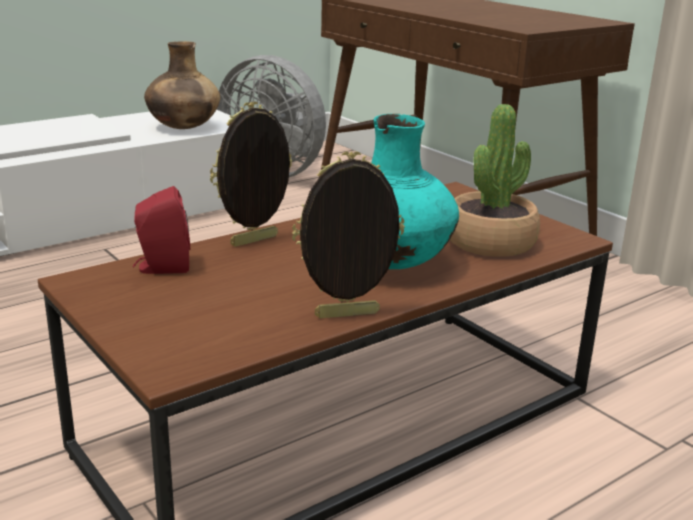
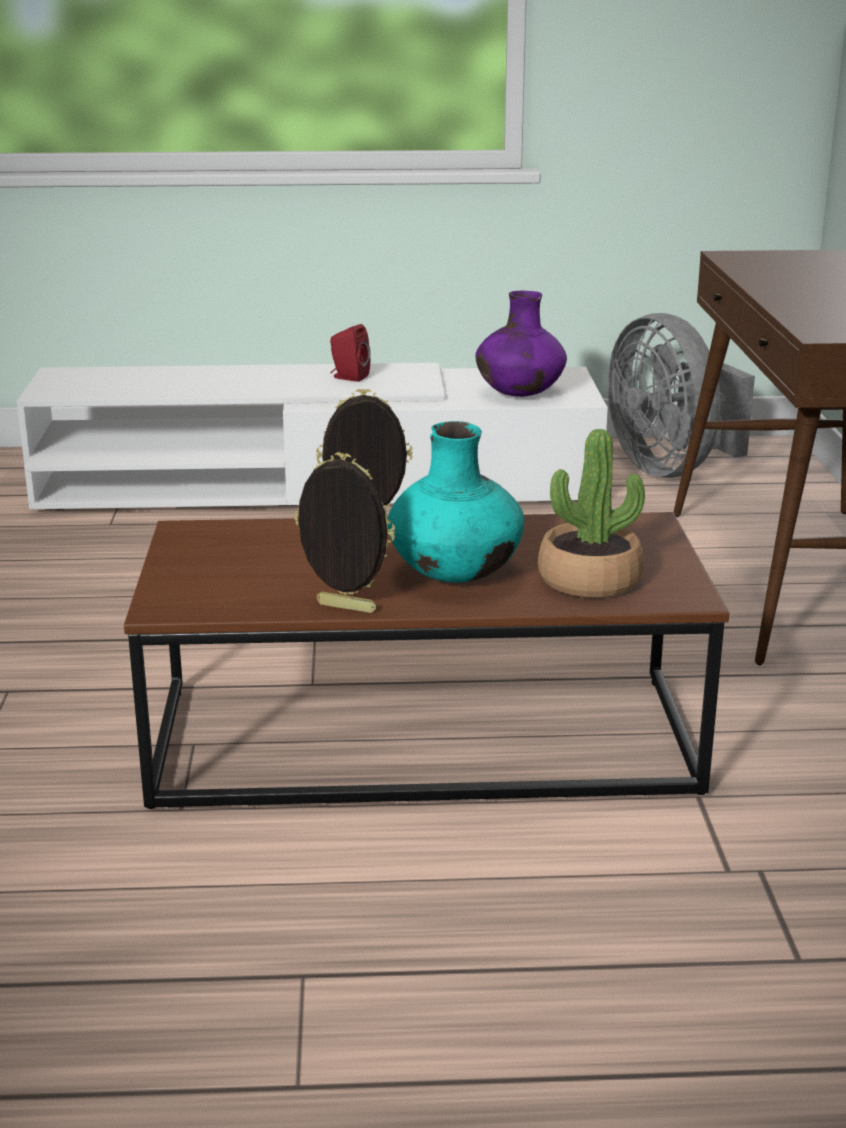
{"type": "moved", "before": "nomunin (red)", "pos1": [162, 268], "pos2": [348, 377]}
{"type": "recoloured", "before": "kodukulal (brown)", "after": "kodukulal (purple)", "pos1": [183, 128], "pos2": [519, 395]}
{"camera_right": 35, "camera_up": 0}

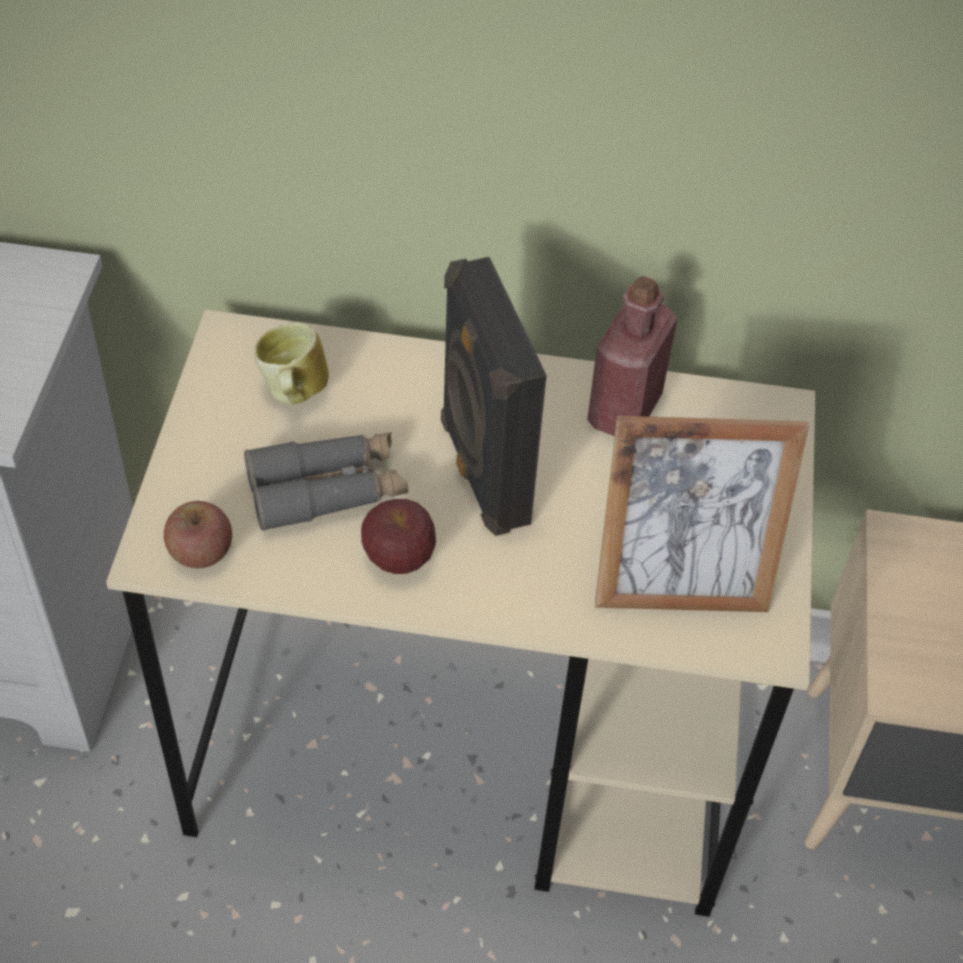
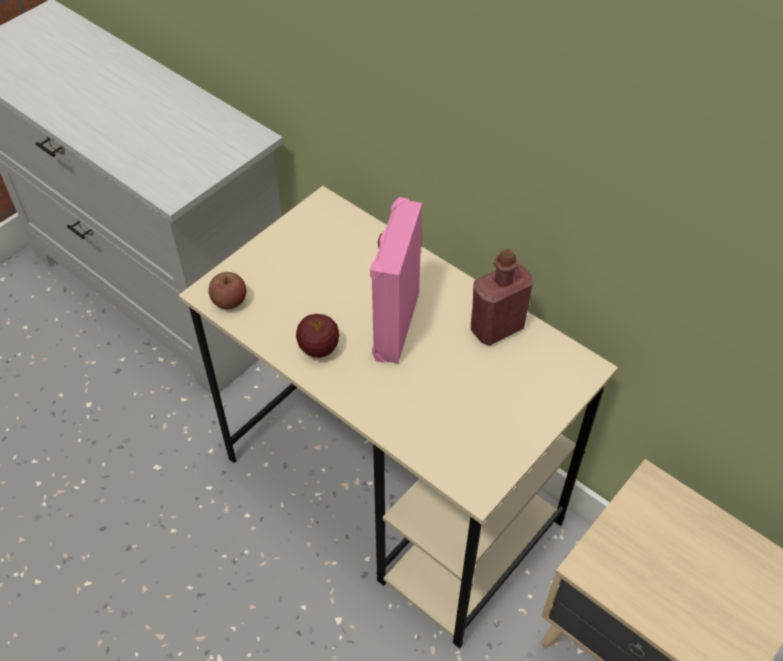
{"type": "recoloured", "before": "nomunin (black)", "after": "nomunin (pink)", "pos1": [481, 472], "pos2": [394, 325]}
{"type": "removed", "before": "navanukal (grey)", "pos1": [327, 490]}
{"type": "removed", "before": "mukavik", "pos1": [292, 394]}
{"type": "removed", "before": "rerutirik", "pos1": [680, 588]}
{"camera_right": 35, "camera_up": 0}

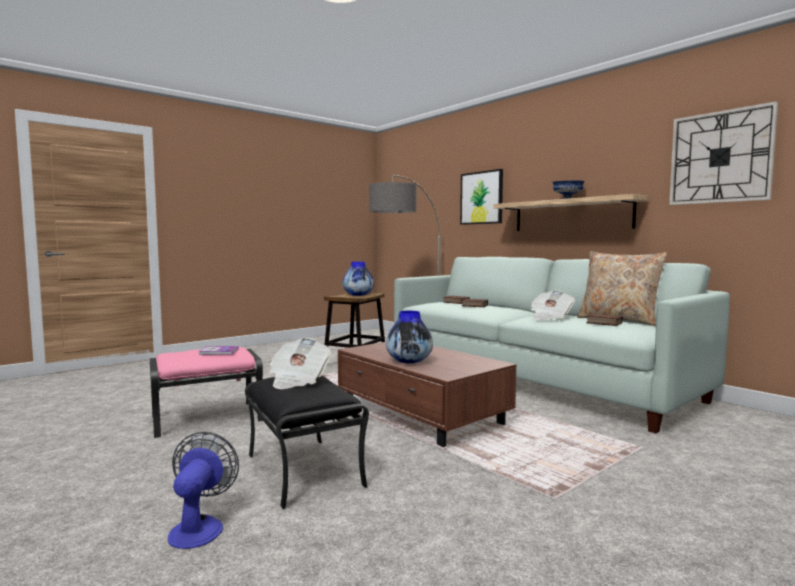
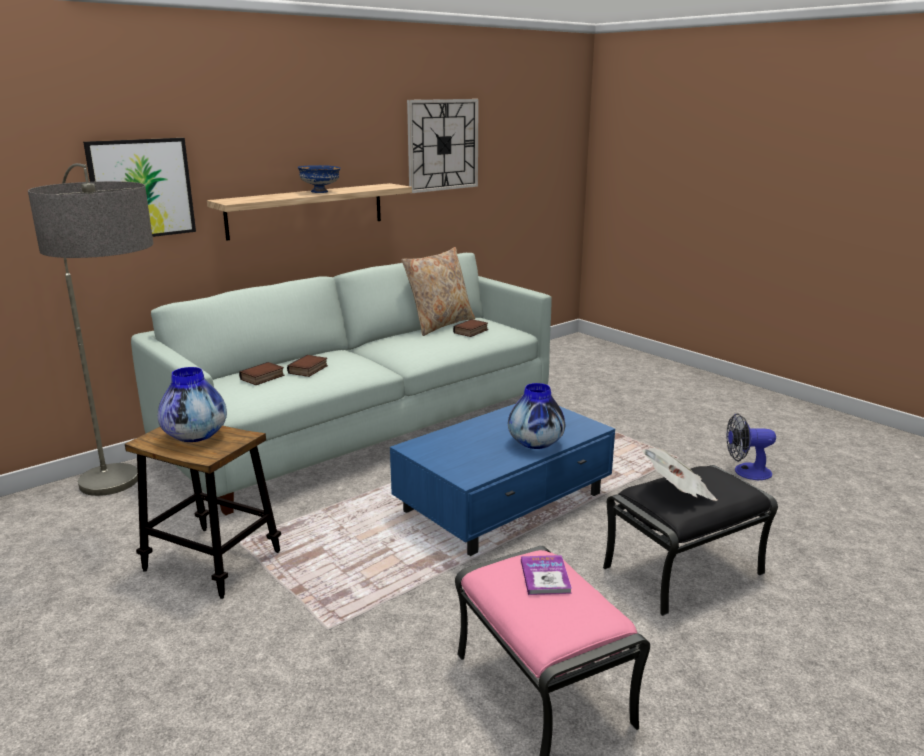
{"type": "recoloured", "before": "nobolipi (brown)", "after": "nobolipi (blue)", "pos1": [421, 415], "pos2": [505, 502]}
{"type": "moved", "before": "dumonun", "pos1": [199, 527], "pos2": [746, 472]}
{"type": "removed", "before": "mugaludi", "pos1": [550, 317]}
{"camera_right": -90, "camera_up": 15}

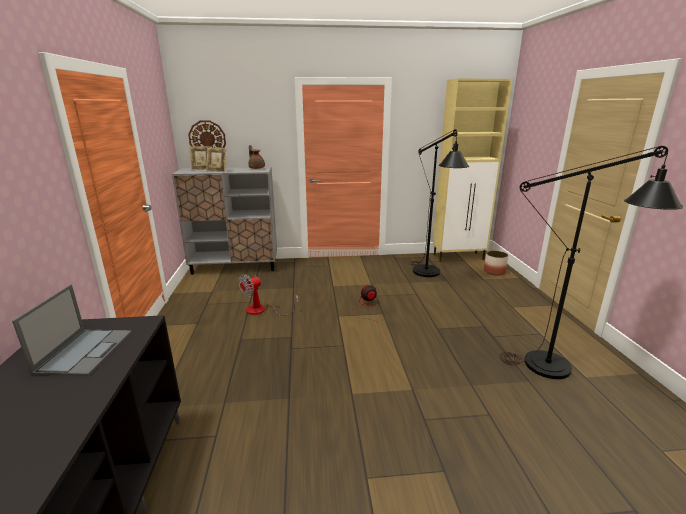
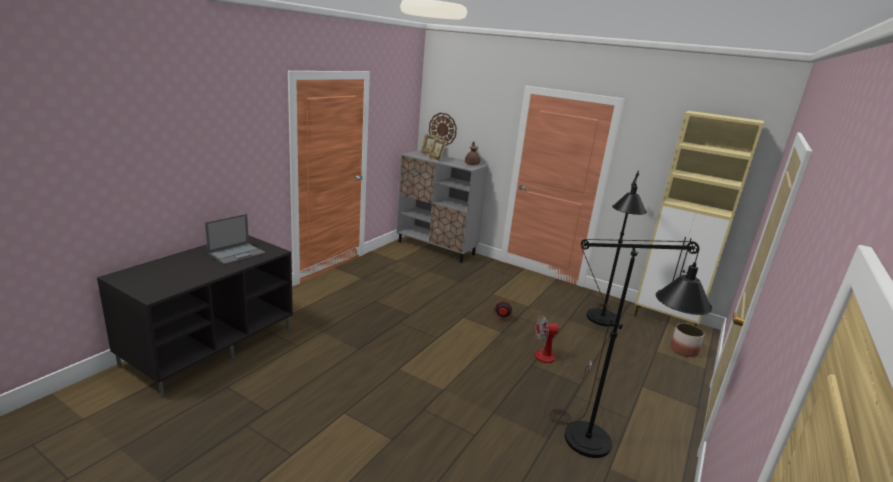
{"type": "moved", "before": "dumonun", "pos1": [262, 310], "pos2": [551, 361]}
{"camera_right": 35, "camera_up": 0}

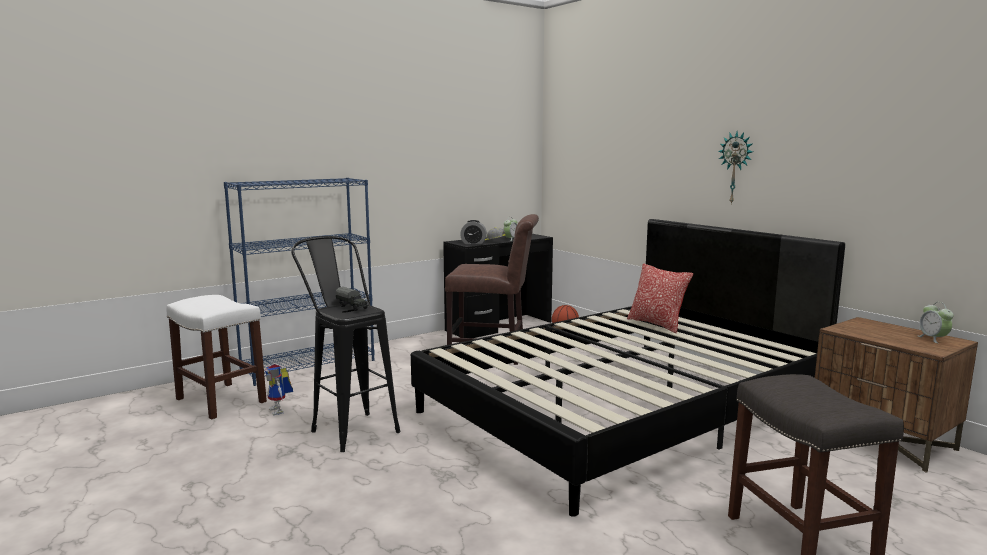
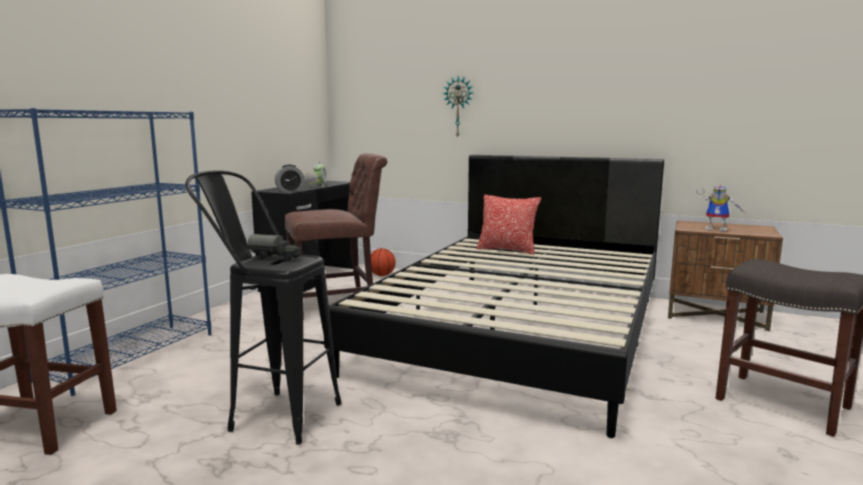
{"type": "moved", "before": "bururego", "pos1": [736, 167], "pos2": [458, 107]}
{"type": "moved", "before": "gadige", "pos1": [280, 411], "pos2": [718, 229]}
{"type": "removed", "before": "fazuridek", "pos1": [933, 339]}
{"camera_right": -30, "camera_up": 0}

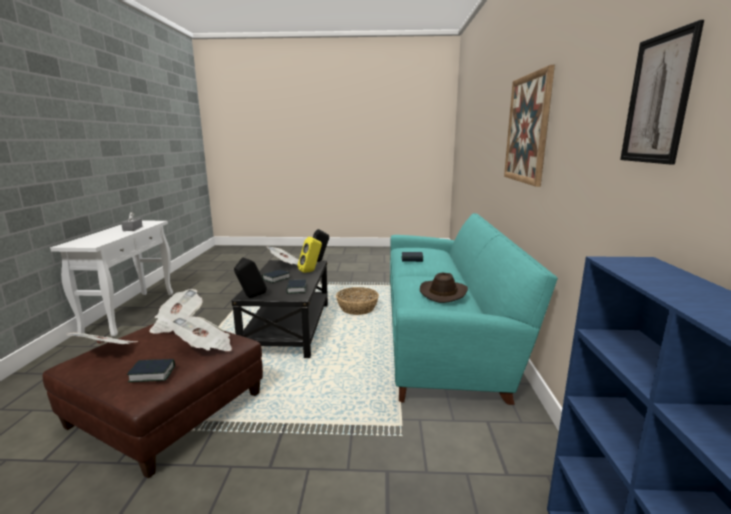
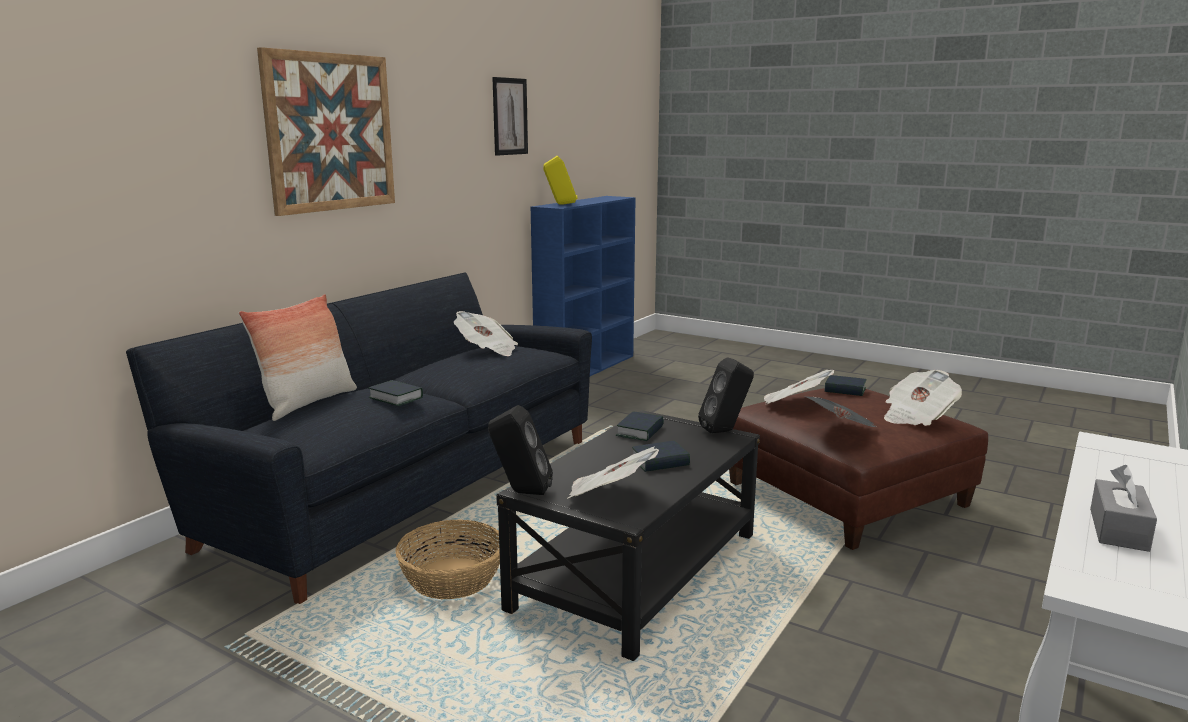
{"type": "recoloured", "before": "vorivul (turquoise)", "after": "vorivul (black)", "pos1": [443, 334], "pos2": [403, 487]}
{"type": "added", "after": "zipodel", "pos2": [307, 403]}
{"type": "replaced", "before": "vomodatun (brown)", "after": "mugaludi", "pos1": [443, 293], "pos2": [487, 350]}
{"type": "moved", "before": "nomunin (yellow)", "pos1": [311, 271], "pos2": [560, 204]}
{"camera_right": -150, "camera_up": 0}

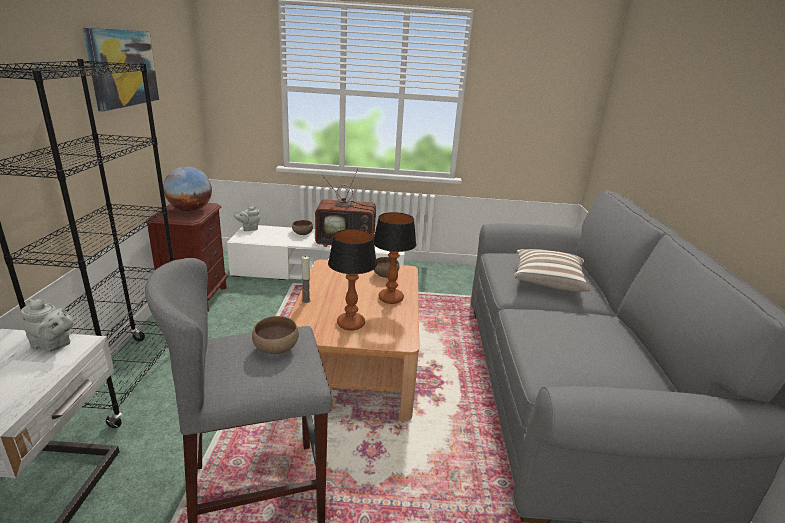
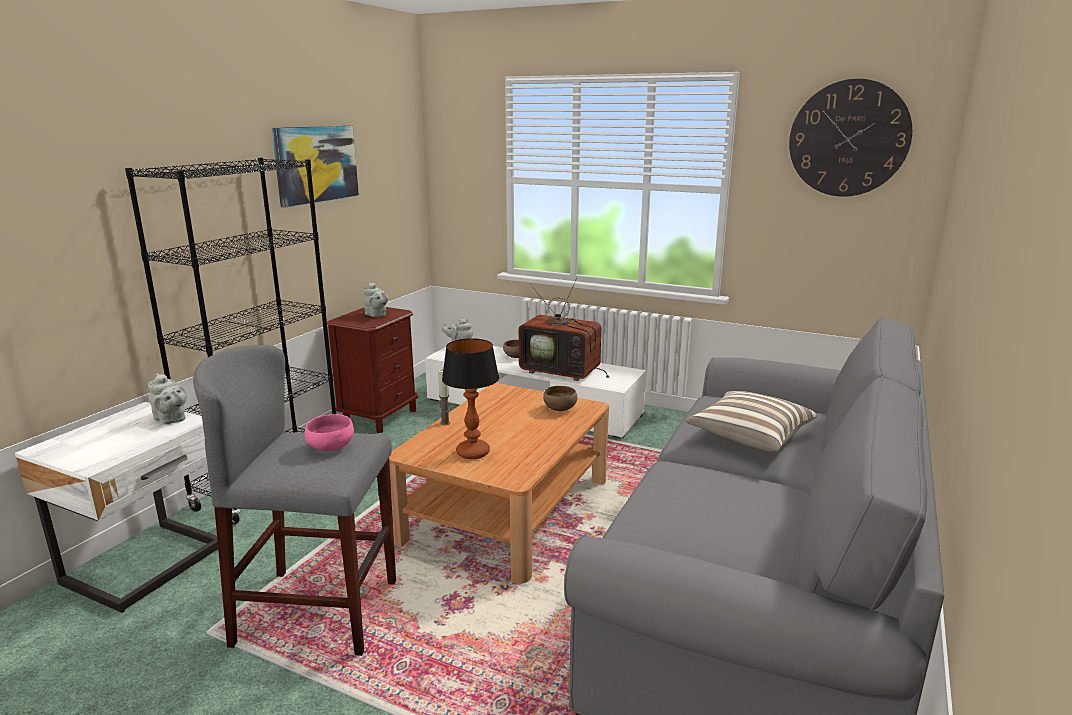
{"type": "recoloured", "before": "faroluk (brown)", "after": "faroluk (pink)", "pos1": [277, 349], "pos2": [331, 448]}
{"type": "replaced", "before": "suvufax", "after": "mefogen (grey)", "pos1": [190, 210], "pos2": [376, 315]}
{"type": "added", "after": "bururego", "pos2": [848, 138]}
{"type": "removed", "before": "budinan", "pos1": [390, 298]}
{"camera_right": 25, "camera_up": -5}

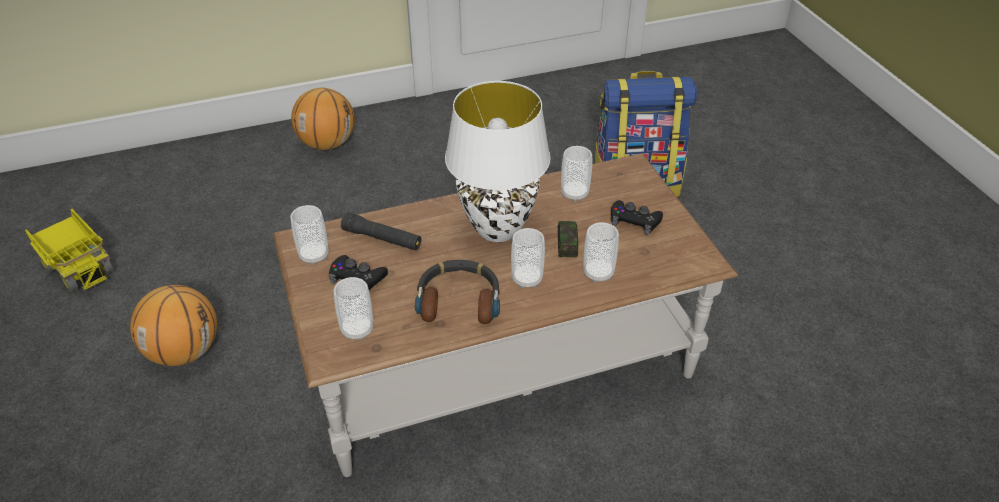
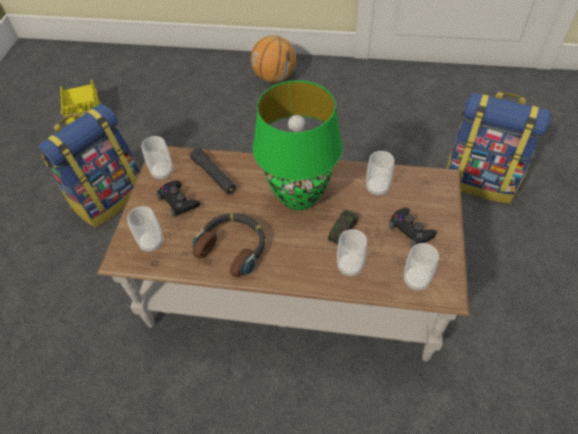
{"type": "replaced", "before": "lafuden", "after": "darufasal", "pos1": [184, 351], "pos2": [109, 197]}
{"type": "recoloured", "before": "budinan (white)", "after": "budinan (green)", "pos1": [498, 228], "pos2": [299, 197]}
{"type": "moved", "before": "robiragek", "pos1": [527, 279], "pos2": [416, 280]}
{"camera_right": 30, "camera_up": 10}

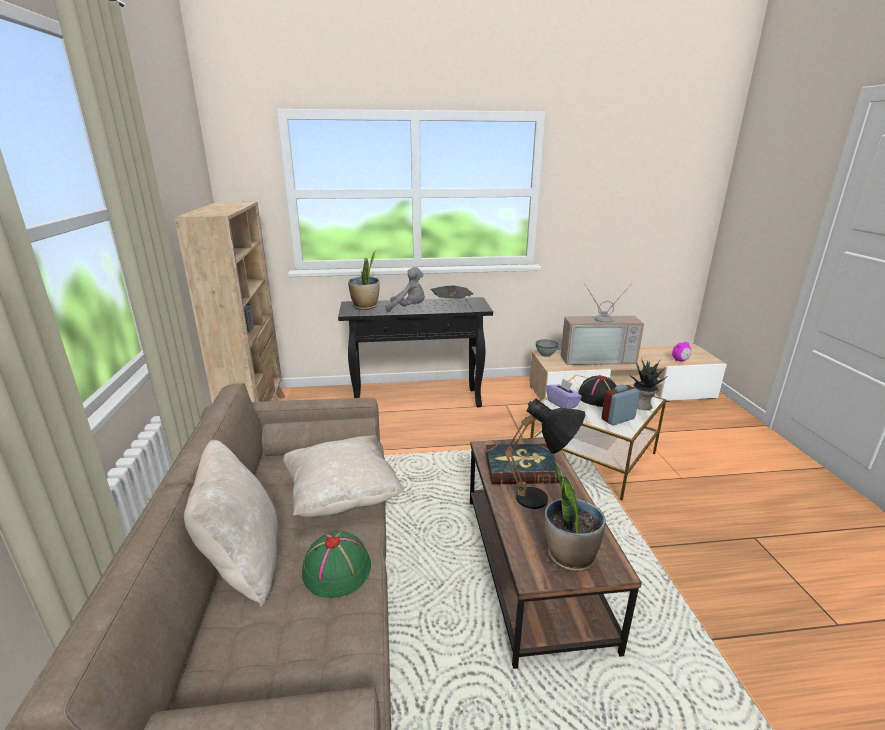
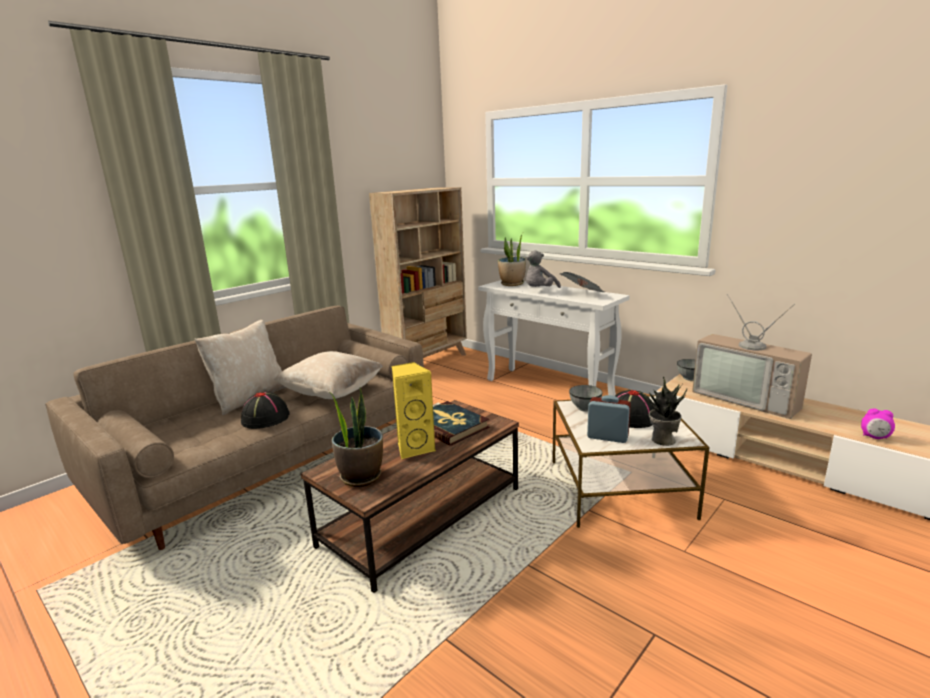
{"type": "recoloured", "before": "vomodatun (green)", "after": "vomodatun (black)", "pos1": [337, 569], "pos2": [266, 418]}
{"type": "replaced", "before": "budinan (black)", "after": "nomunin (yellow)", "pos1": [543, 502], "pos2": [414, 448]}
{"type": "recoloured", "before": "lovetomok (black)", "after": "lovetomok (white)", "pos1": [418, 401], "pos2": [549, 388]}
{"type": "turned", "before": "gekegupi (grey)", "pos1": [408, 308], "pos2": [539, 291], "turn": 75}
{"type": "replaced", "before": "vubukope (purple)", "after": "faroluk (grey)", "pos1": [562, 403], "pos2": [584, 408]}
{"camera_right": 50, "camera_up": -5}

